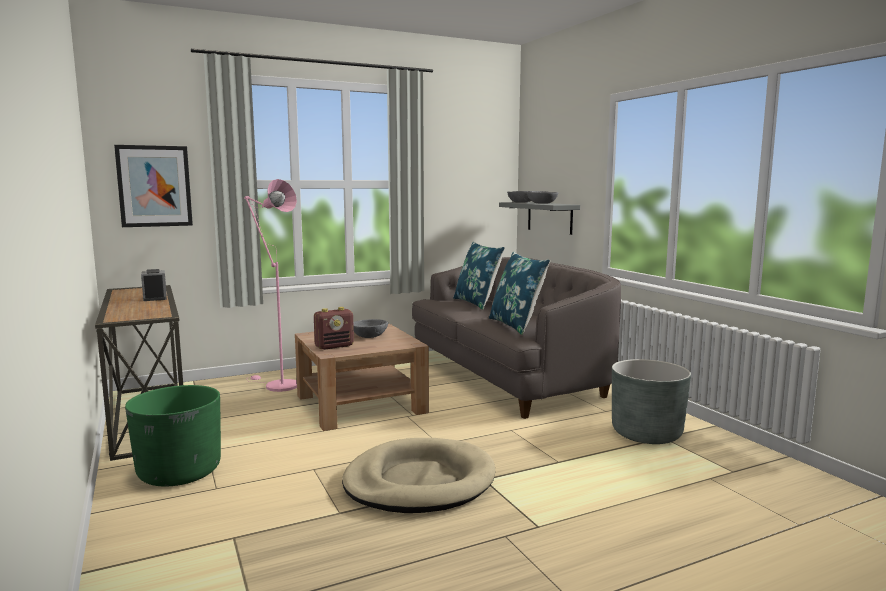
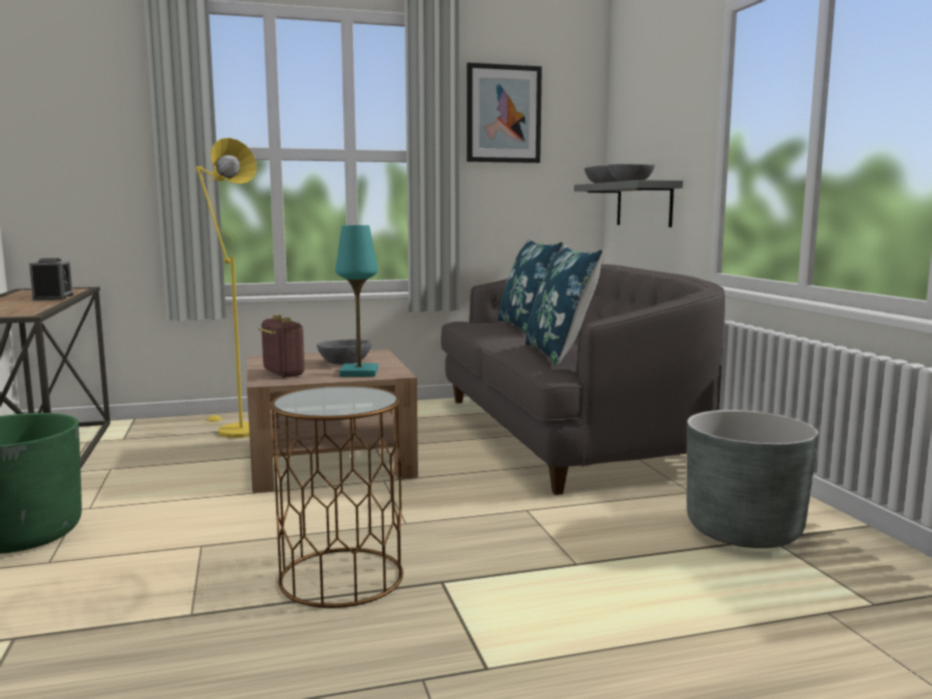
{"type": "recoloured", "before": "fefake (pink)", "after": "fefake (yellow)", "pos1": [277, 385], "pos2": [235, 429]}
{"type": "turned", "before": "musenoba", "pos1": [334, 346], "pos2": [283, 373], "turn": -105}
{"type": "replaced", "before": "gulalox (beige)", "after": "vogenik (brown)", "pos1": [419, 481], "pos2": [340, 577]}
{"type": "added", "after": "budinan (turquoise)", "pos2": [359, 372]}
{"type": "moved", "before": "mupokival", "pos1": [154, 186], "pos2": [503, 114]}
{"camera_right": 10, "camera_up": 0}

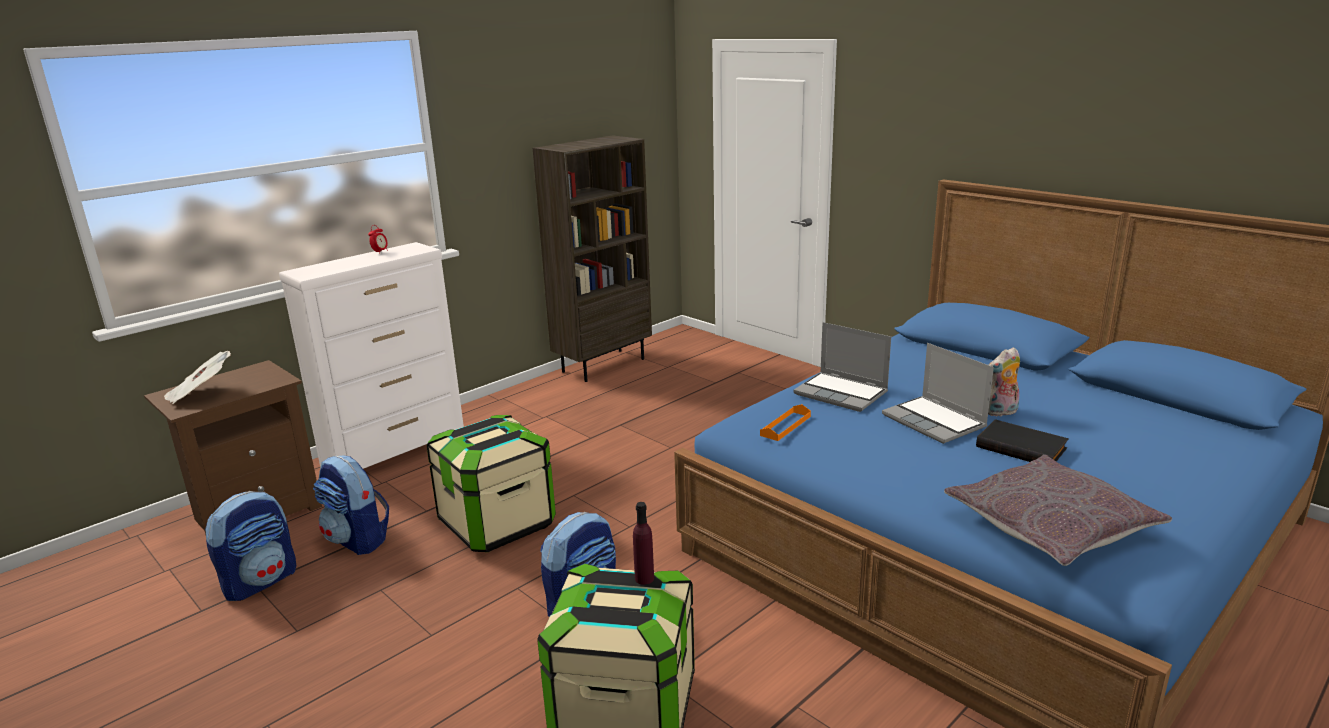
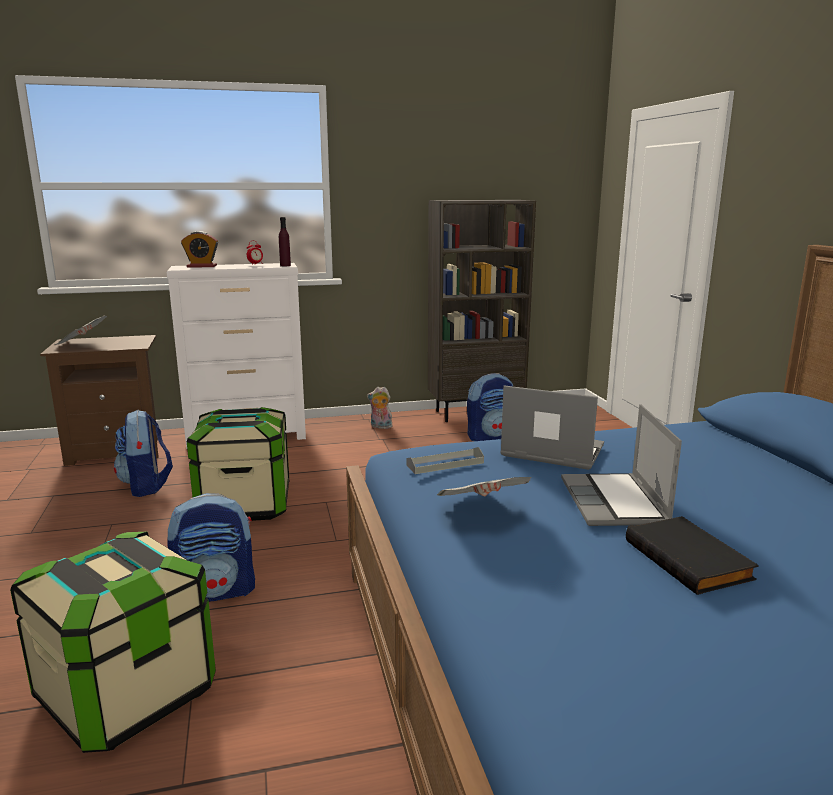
{"type": "added", "after": "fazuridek", "pos2": [202, 266]}
{"type": "moved", "before": "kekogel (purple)", "pos1": [644, 578], "pos2": [285, 265]}
{"type": "moved", "before": "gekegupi", "pos1": [1001, 412], "pos2": [380, 427]}
{"type": "recoloured", "before": "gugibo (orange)", "after": "gugibo (grey)", "pos1": [785, 426], "pos2": [445, 464]}
{"type": "added", "after": "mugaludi", "pos2": [482, 511]}
{"type": "moved", "before": "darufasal", "pos1": [261, 581], "pos2": [490, 436]}
{"type": "turned", "before": "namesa", "pos1": [842, 393], "pos2": [550, 452], "turn": 135}
{"type": "removed", "before": "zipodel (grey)", "pos1": [1050, 524]}
{"camera_right": 30, "camera_up": -5}

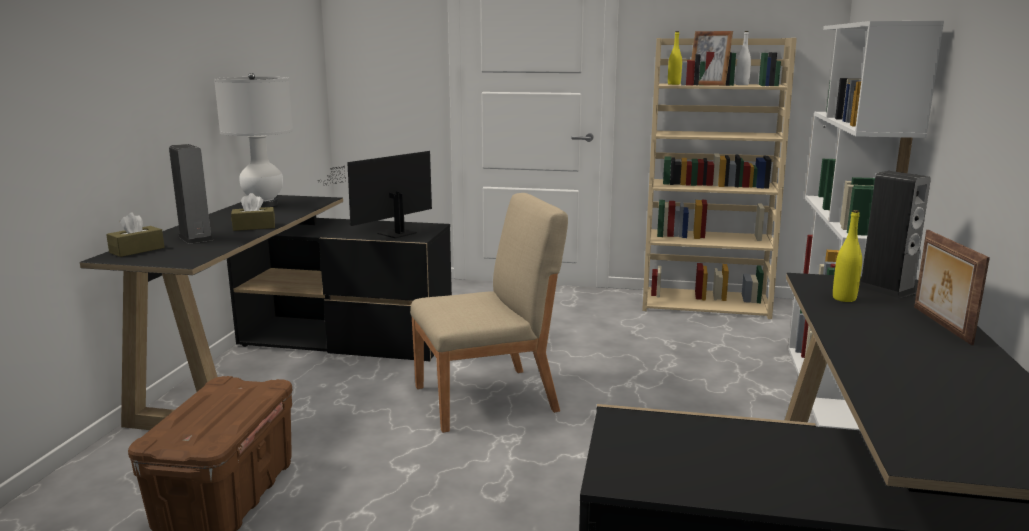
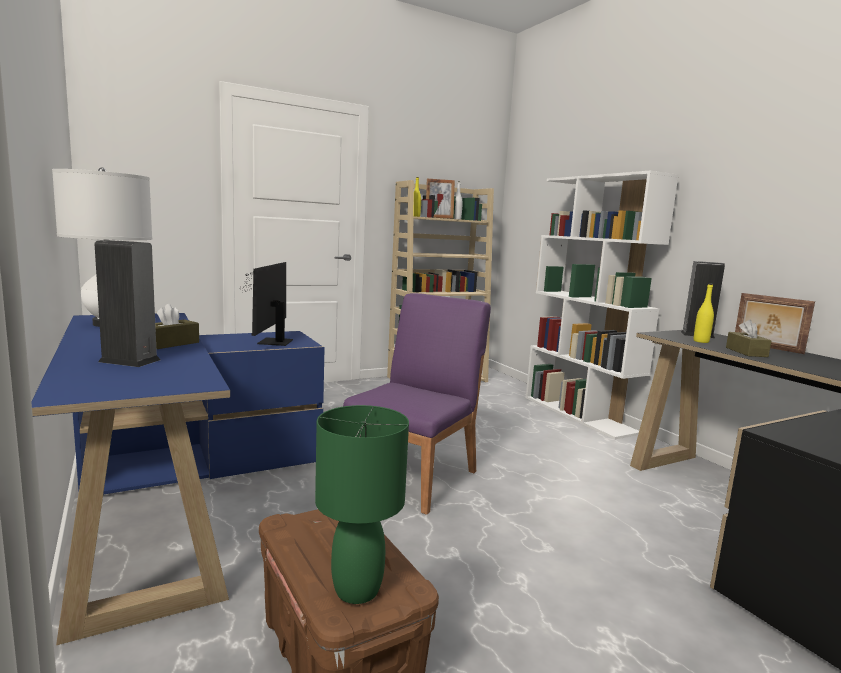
{"type": "recoloured", "before": "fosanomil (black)", "after": "fosanomil (blue)", "pos1": [292, 363], "pos2": [181, 499]}
{"type": "added", "after": "budinan (green)", "pos2": [357, 590]}
{"type": "recoloured", "before": "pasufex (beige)", "after": "pasufex (purple)", "pos1": [488, 398], "pos2": [413, 477]}
{"type": "moved", "before": "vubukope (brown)", "pos1": [137, 250], "pos2": [746, 352]}
{"camera_right": -40, "camera_up": -5}

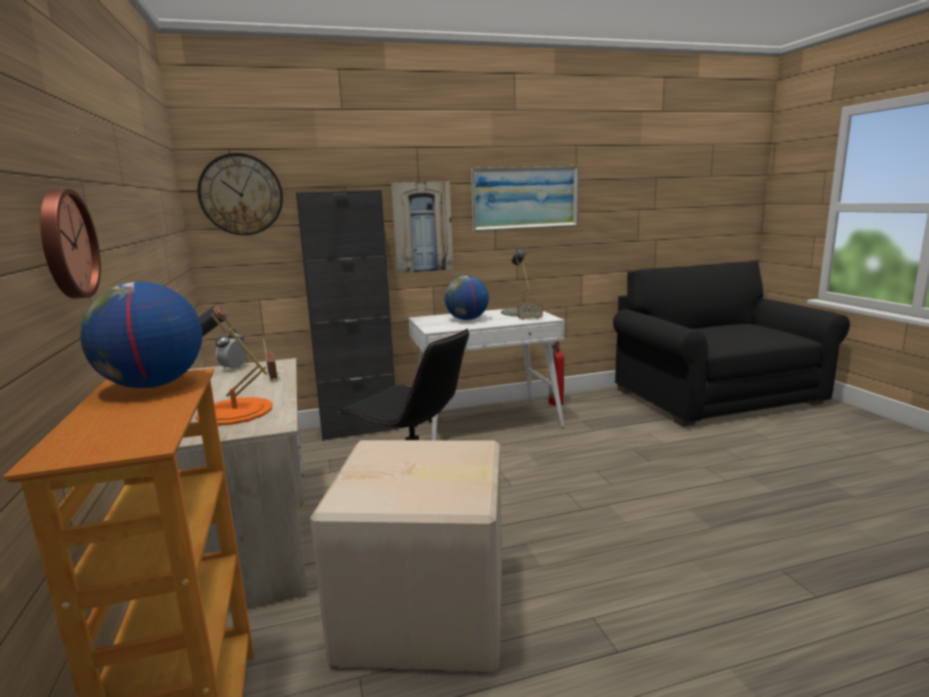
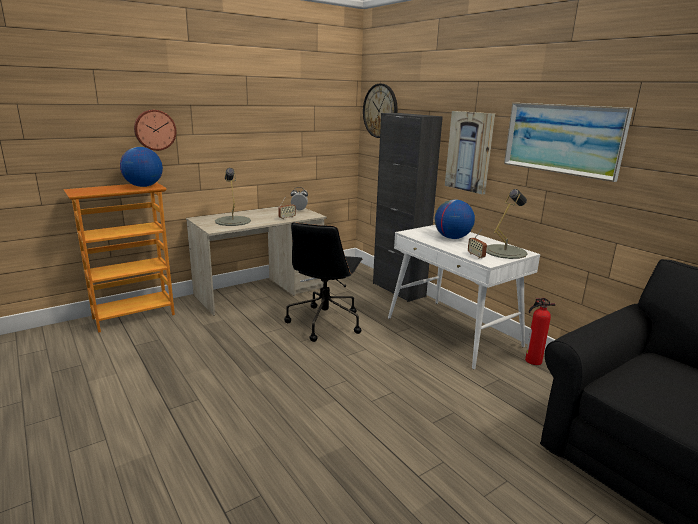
{"type": "recoloured", "before": "budinan (orange)", "after": "budinan (grey)", "pos1": [235, 411], "pos2": [232, 221]}
{"type": "removed", "before": "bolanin", "pos1": [426, 613]}
{"camera_right": 70, "camera_up": 5}

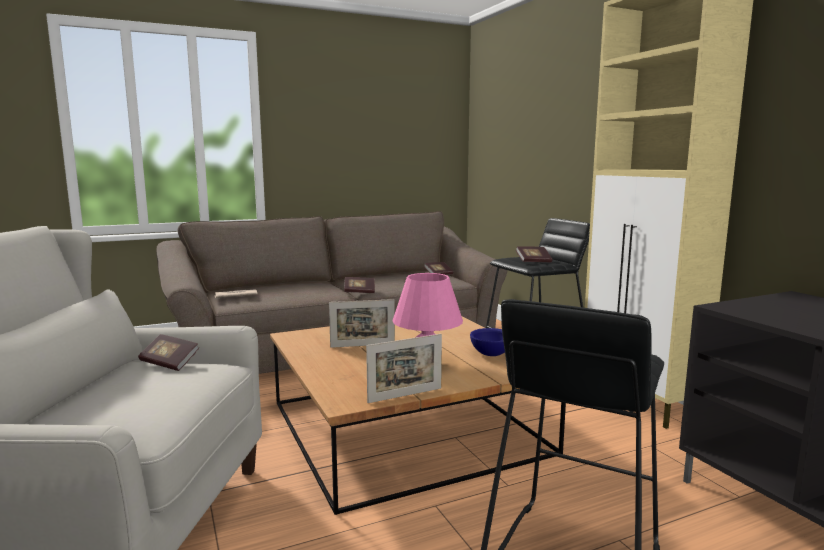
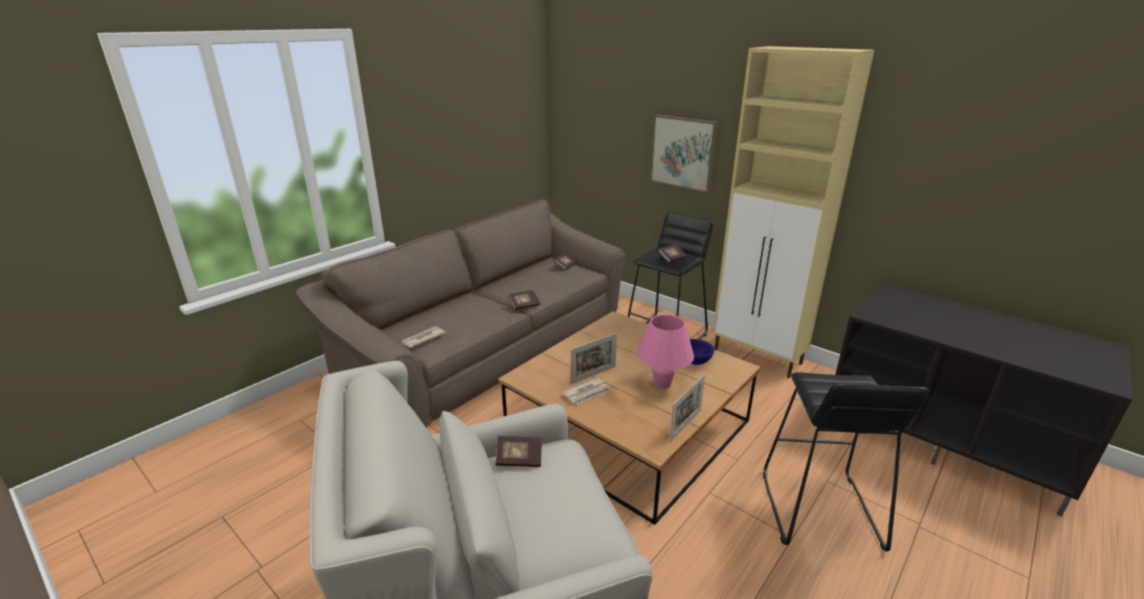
{"type": "added", "after": "mugaludi", "pos2": [587, 393]}
{"type": "added", "after": "mupokival", "pos2": [683, 153]}
{"camera_right": -25, "camera_up": 15}

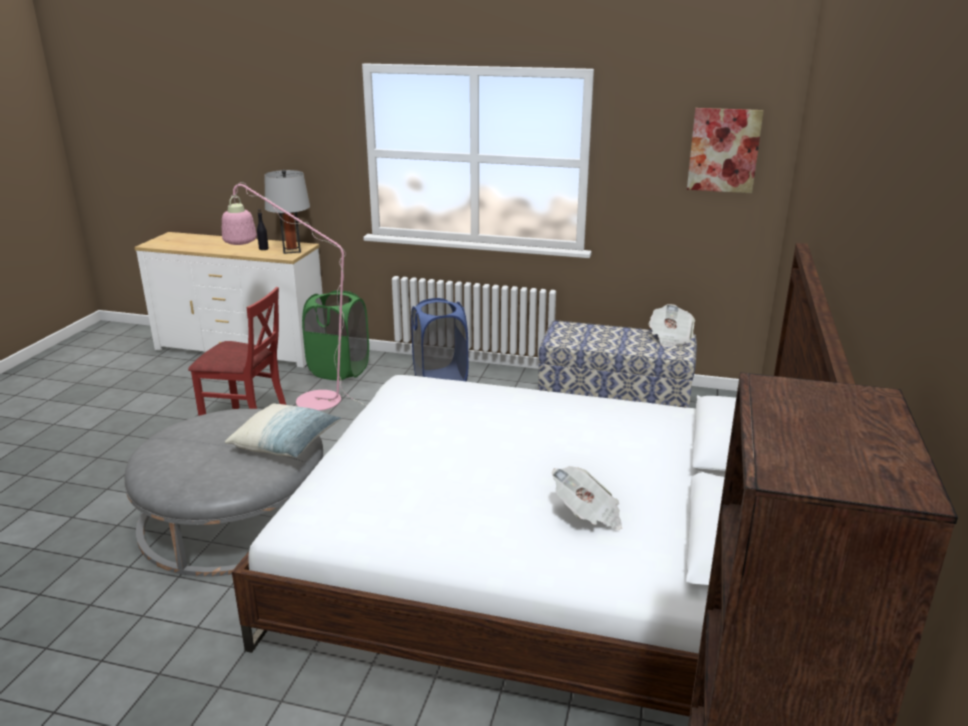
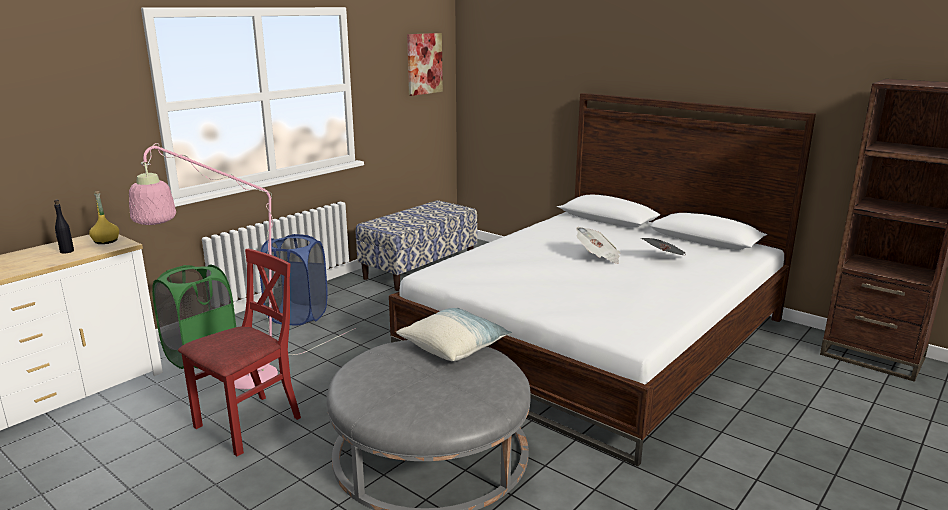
{"type": "replaced", "before": "budinan (grey)", "after": "kekogel (yellow)", "pos1": [291, 250], "pos2": [106, 241]}
{"type": "moved", "before": "mugaludi", "pos1": [670, 338], "pos2": [598, 257]}
{"camera_right": -65, "camera_up": -5}

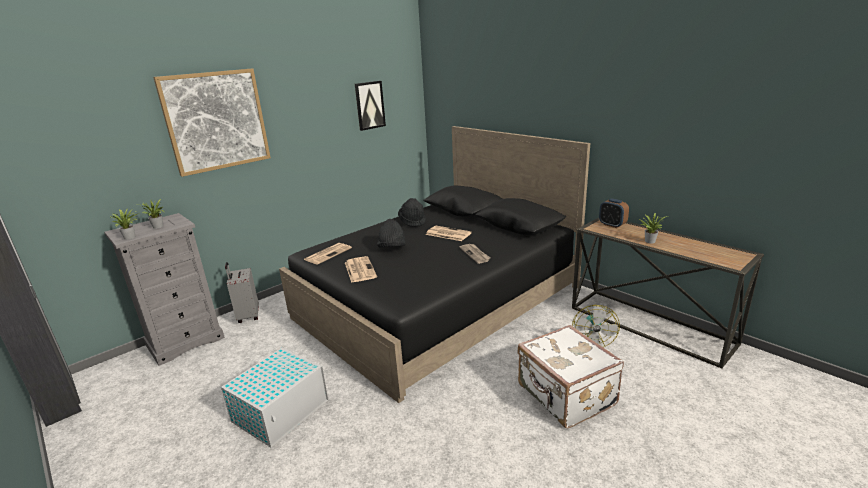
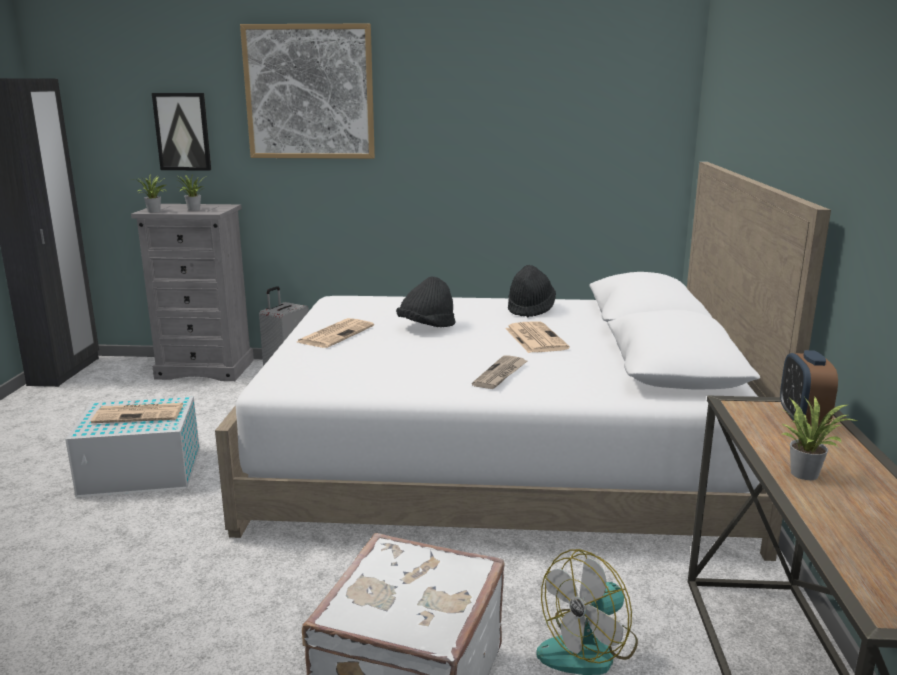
{"type": "moved", "before": "mugaludi", "pos1": [328, 254], "pos2": [140, 414]}
{"type": "moved", "before": "mupokival", "pos1": [369, 105], "pos2": [182, 132]}
{"type": "recoloured", "before": "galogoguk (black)", "after": "galogoguk (white)", "pos1": [438, 302], "pos2": [496, 458]}
{"camera_right": 45, "camera_up": -5}

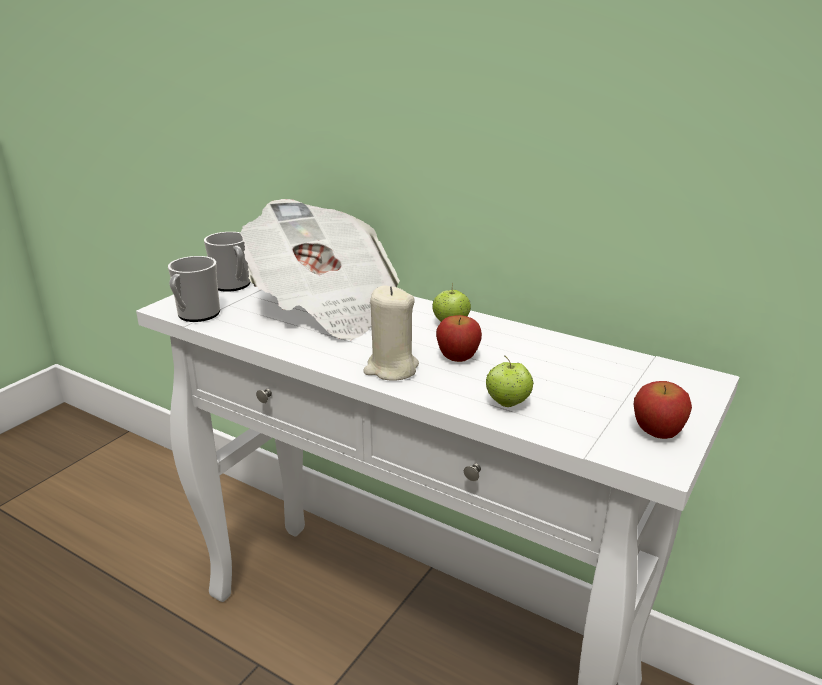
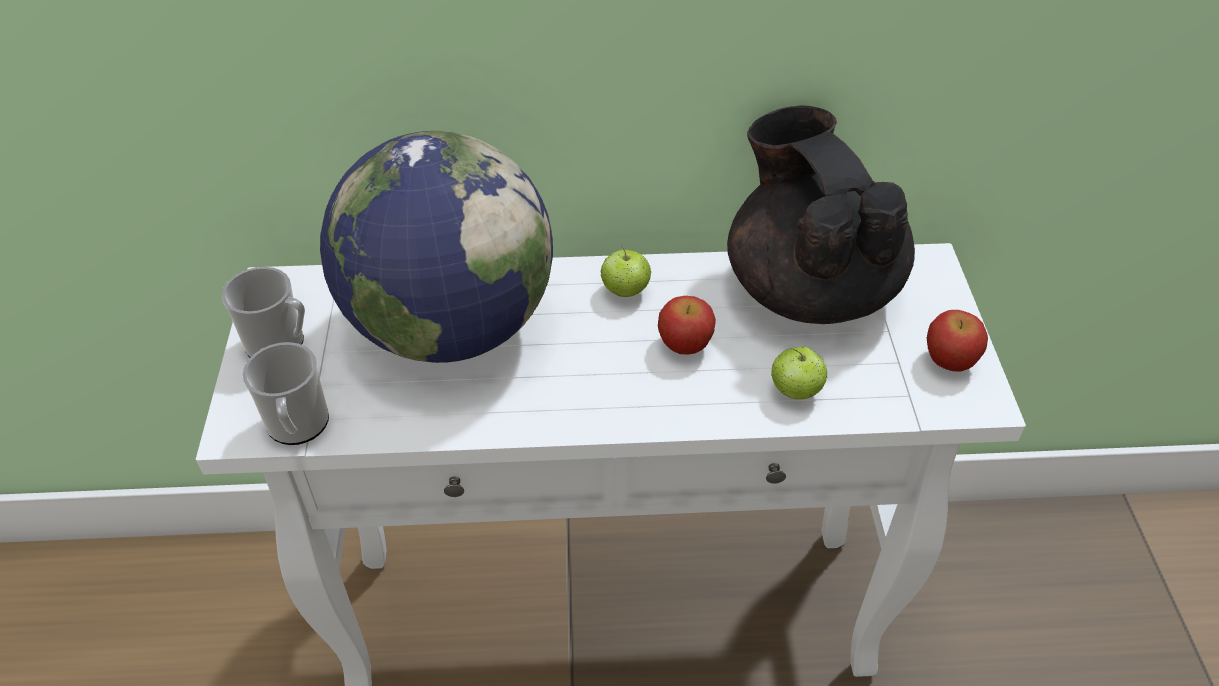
{"type": "replaced", "before": "mugaludi", "after": "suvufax", "pos1": [326, 306], "pos2": [450, 327]}
{"type": "added", "after": "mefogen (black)", "pos2": [809, 287]}
{"type": "removed", "before": "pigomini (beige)", "pos1": [391, 369]}
{"camera_right": -35, "camera_up": 20}

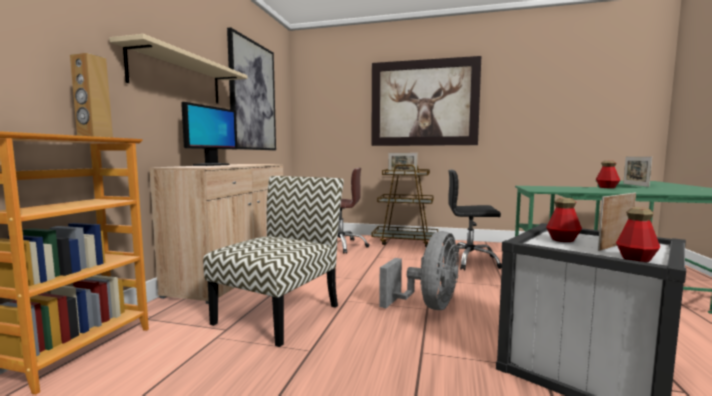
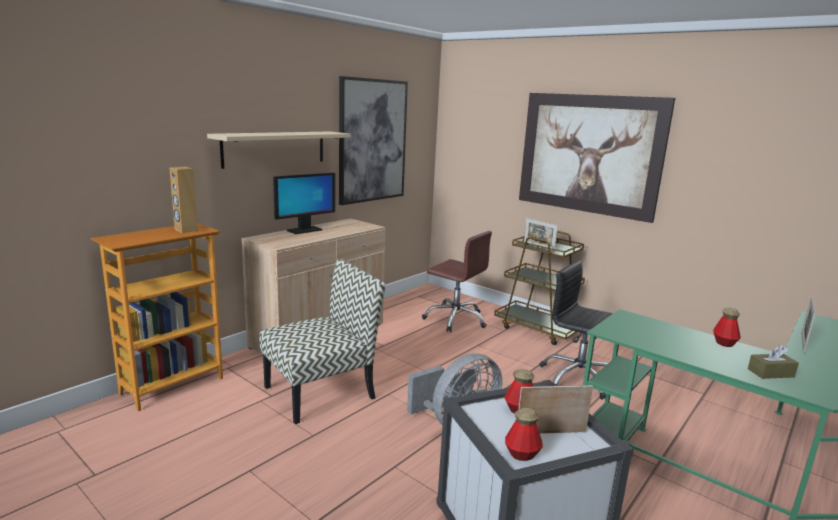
{"type": "added", "after": "vubukope (brown)", "pos2": [770, 373]}
{"camera_right": 25, "camera_up": 10}

